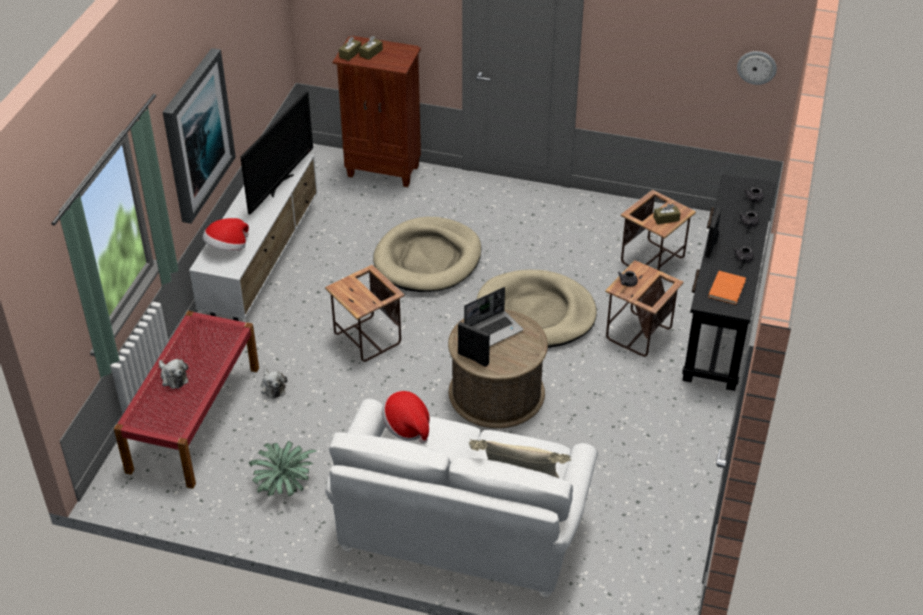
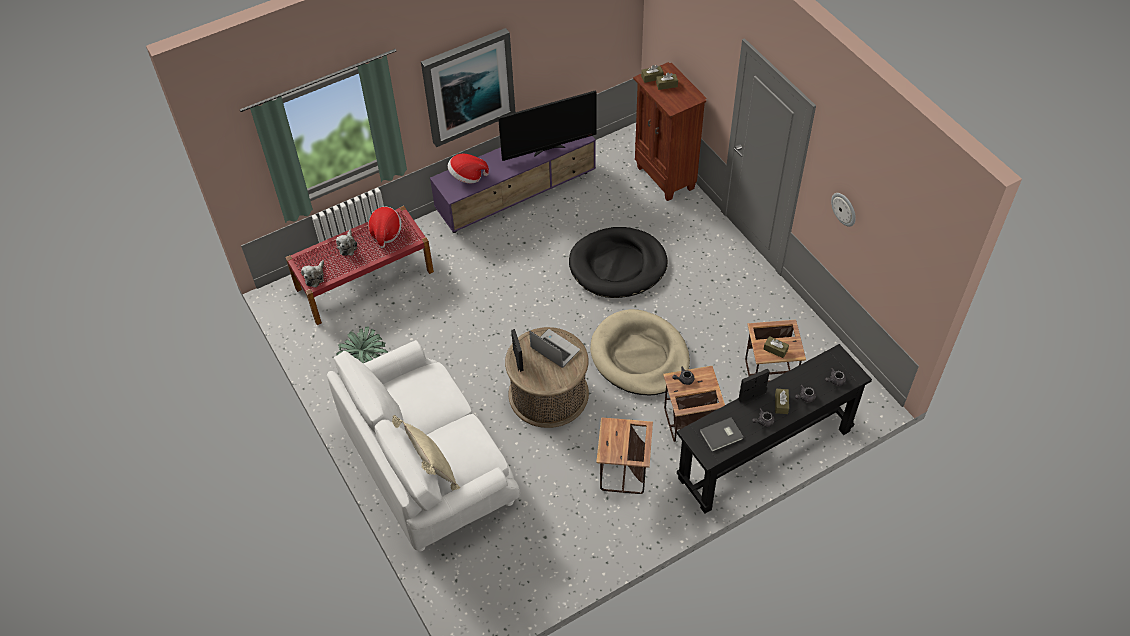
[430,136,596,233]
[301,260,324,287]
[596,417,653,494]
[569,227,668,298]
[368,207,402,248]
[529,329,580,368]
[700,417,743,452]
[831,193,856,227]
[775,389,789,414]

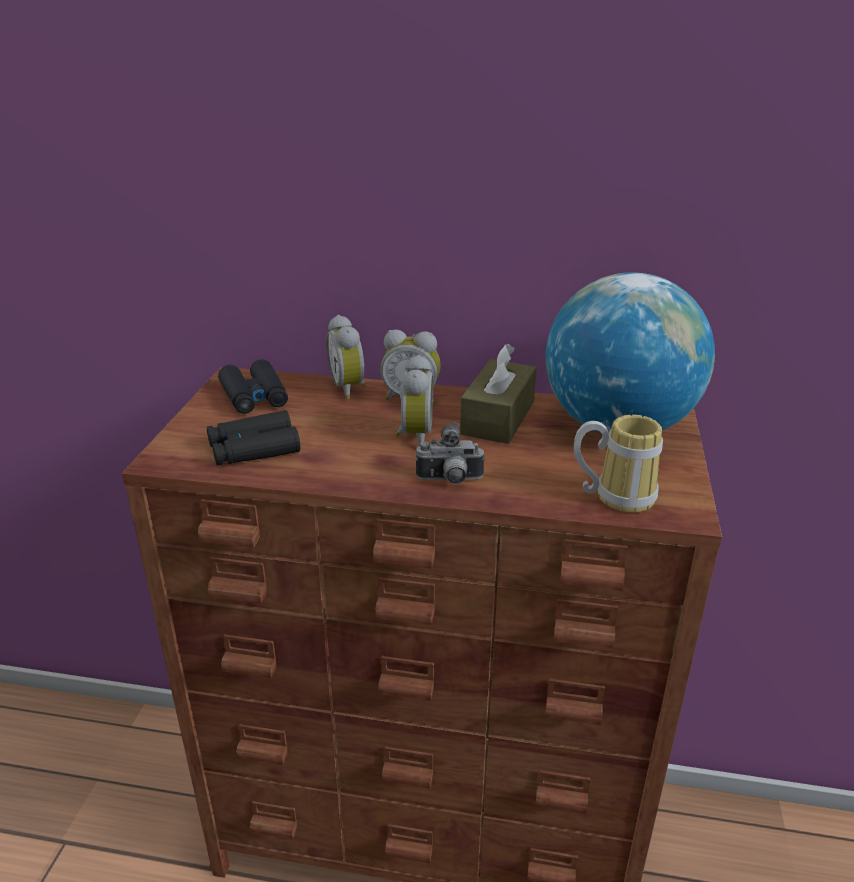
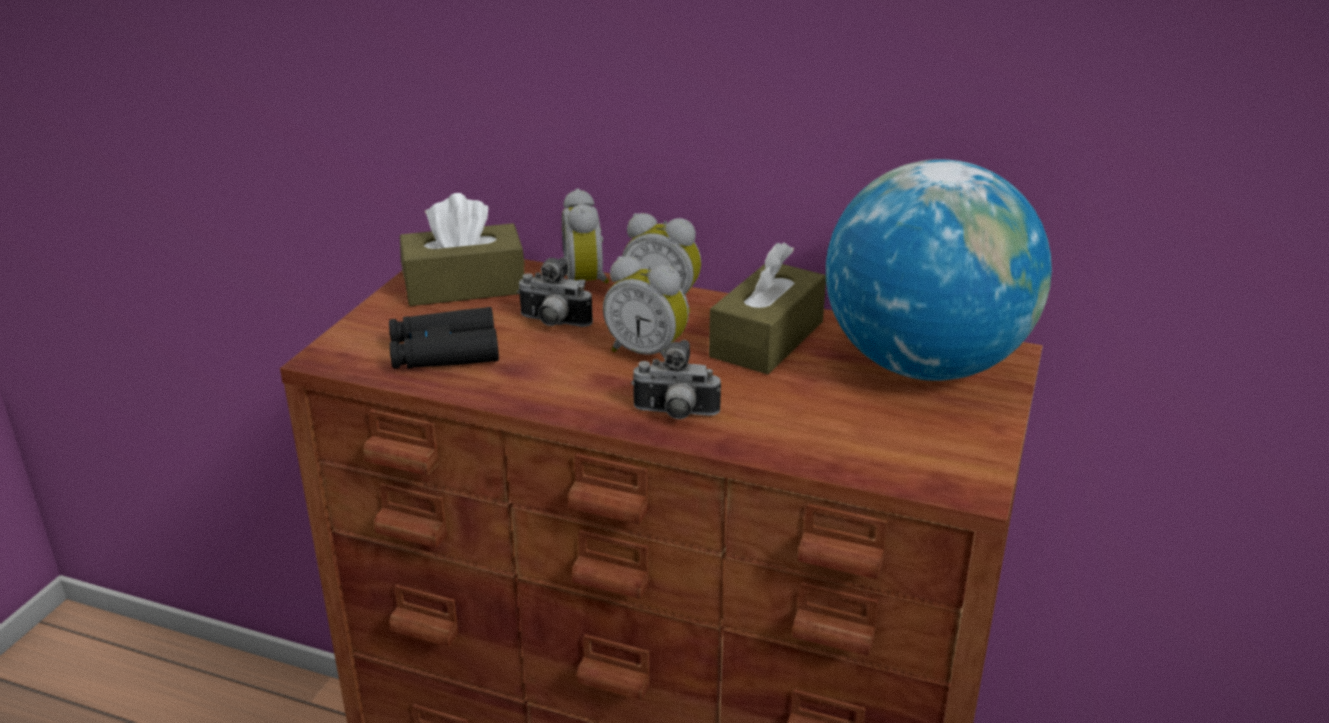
[400,193,525,306]
[603,256,689,358]
[574,415,663,512] (first image)
[517,257,593,327]

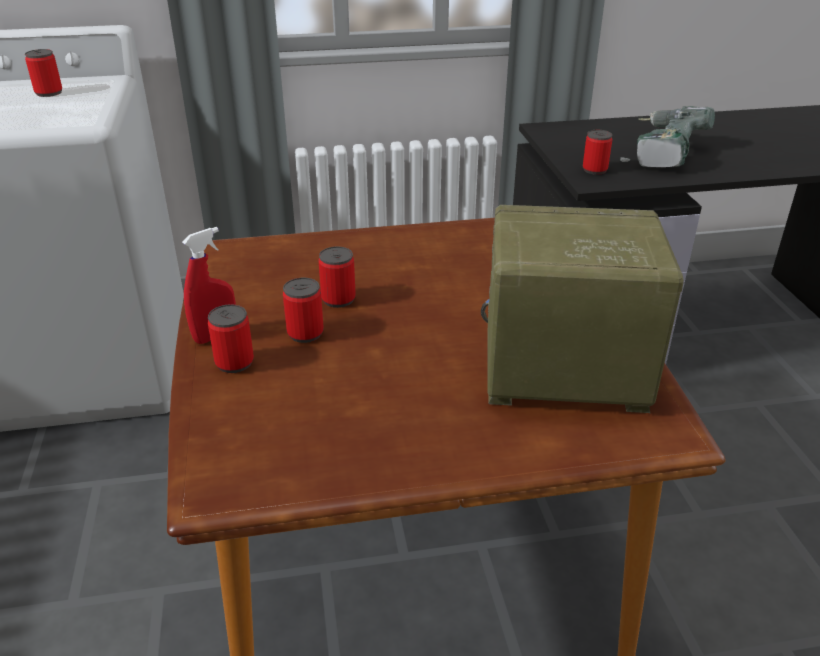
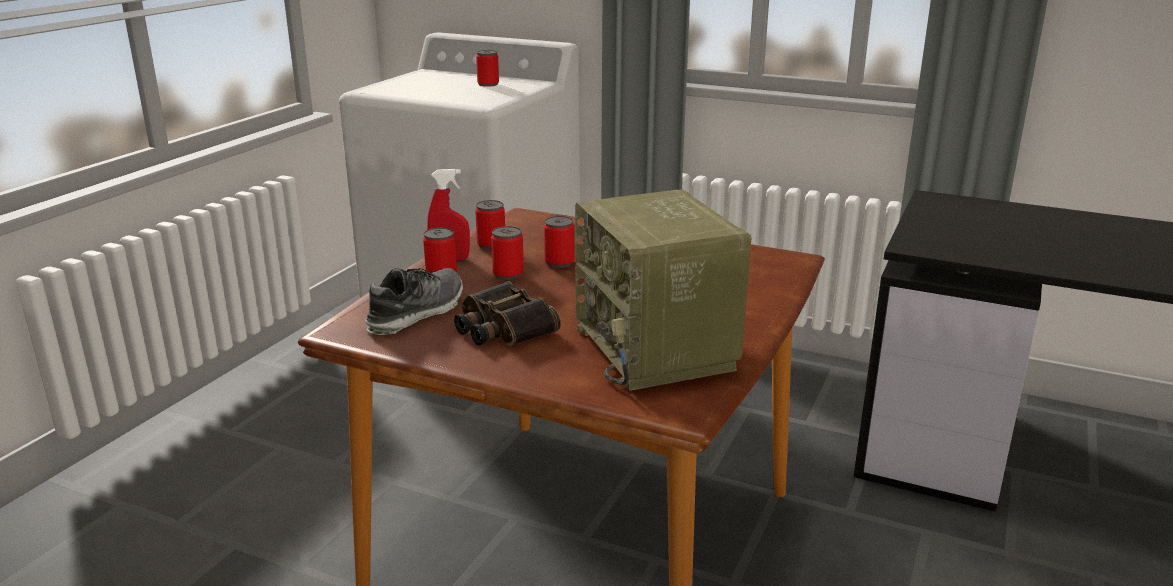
[575,190,751,391]
[475,200,505,250]
[620,106,715,167] (first image)
[365,268,463,335]
[454,281,561,346]

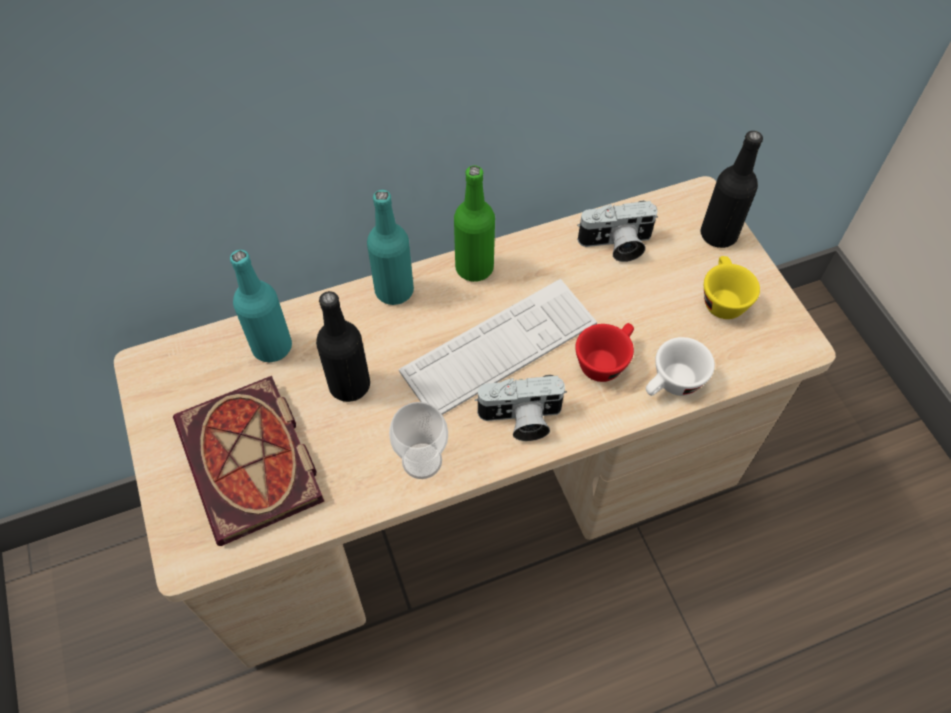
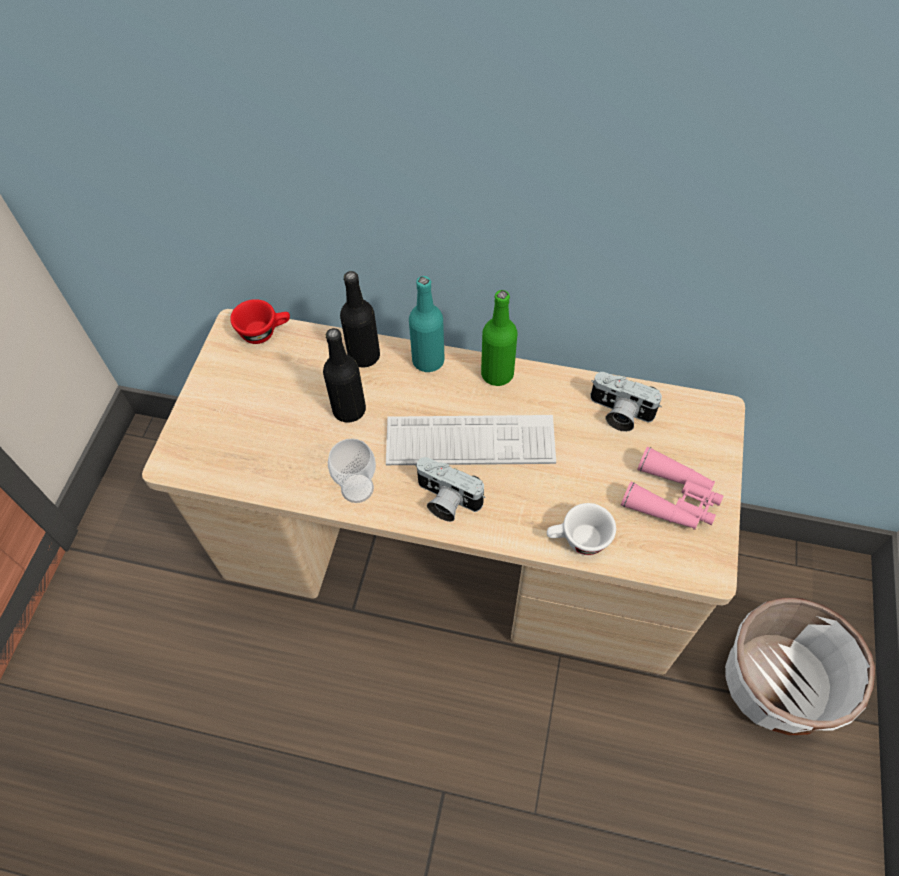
[173,376,324,546] (first image)
[230,250,292,362] (first image)
[230,299,290,344]
[340,271,380,368]
[621,446,724,530]
[725,598,875,735]

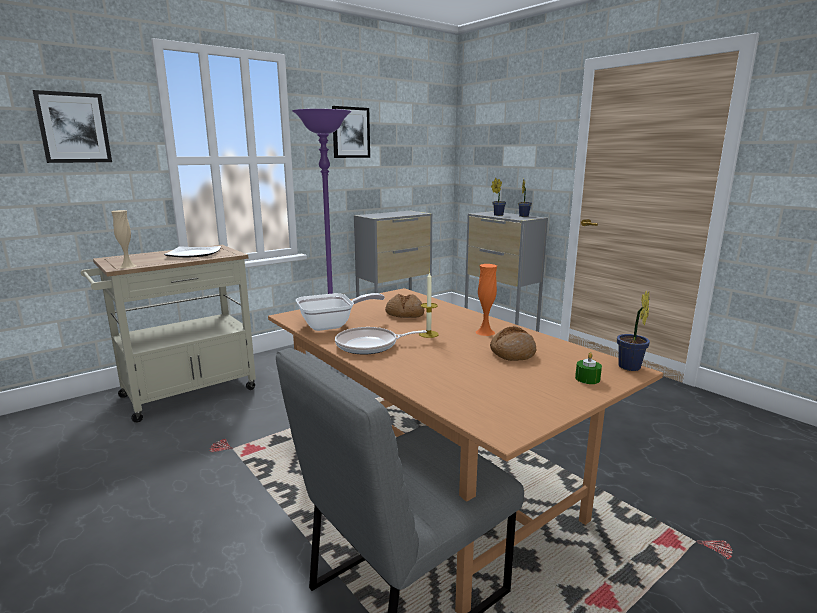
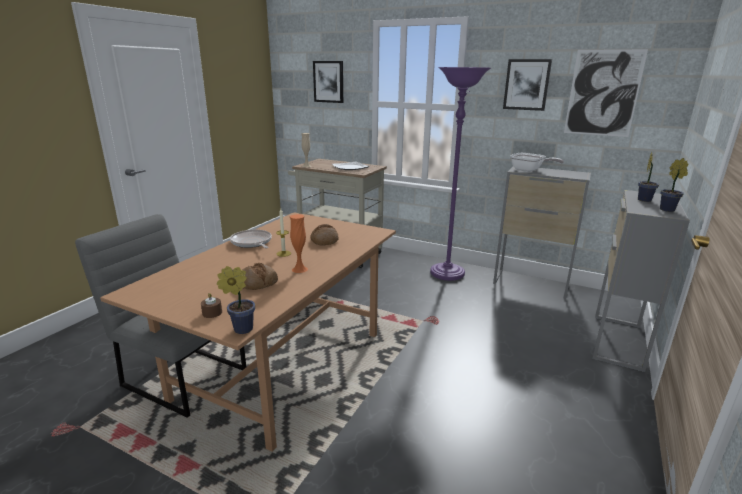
[510,153,564,172]
[201,293,222,318]
[564,49,648,137]

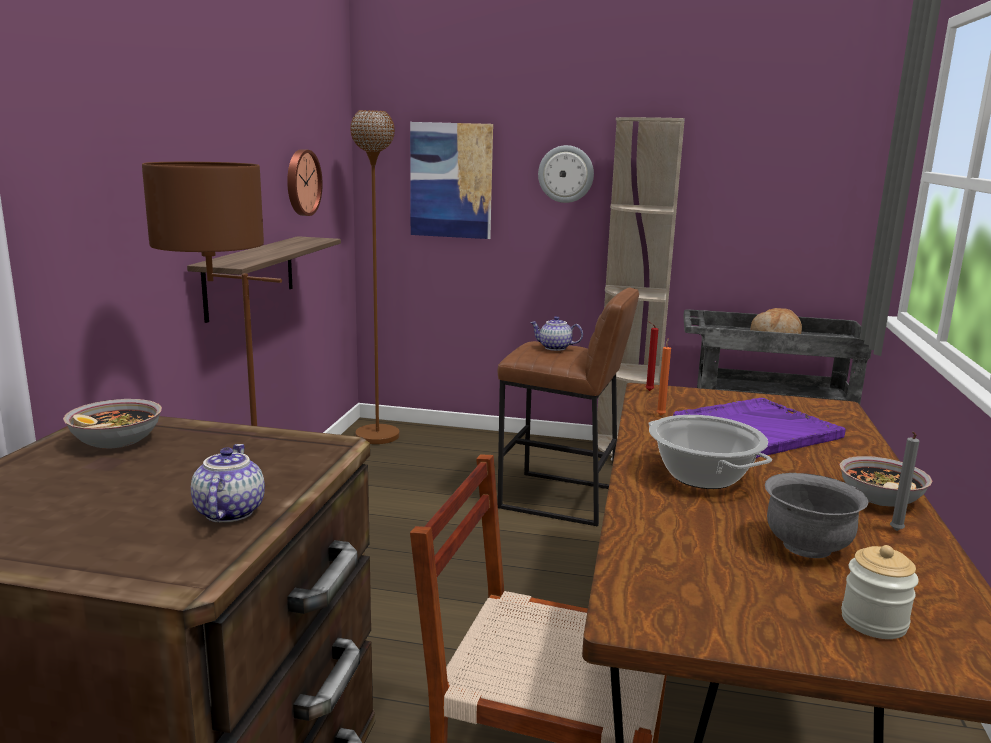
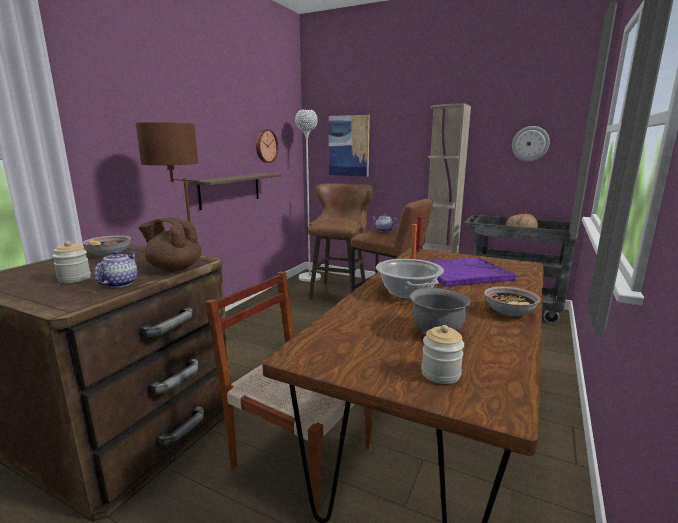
[295,109,321,282]
[512,126,550,162]
[890,432,920,531] (first image)
[52,241,91,283]
[138,217,202,272]
[308,183,373,299]

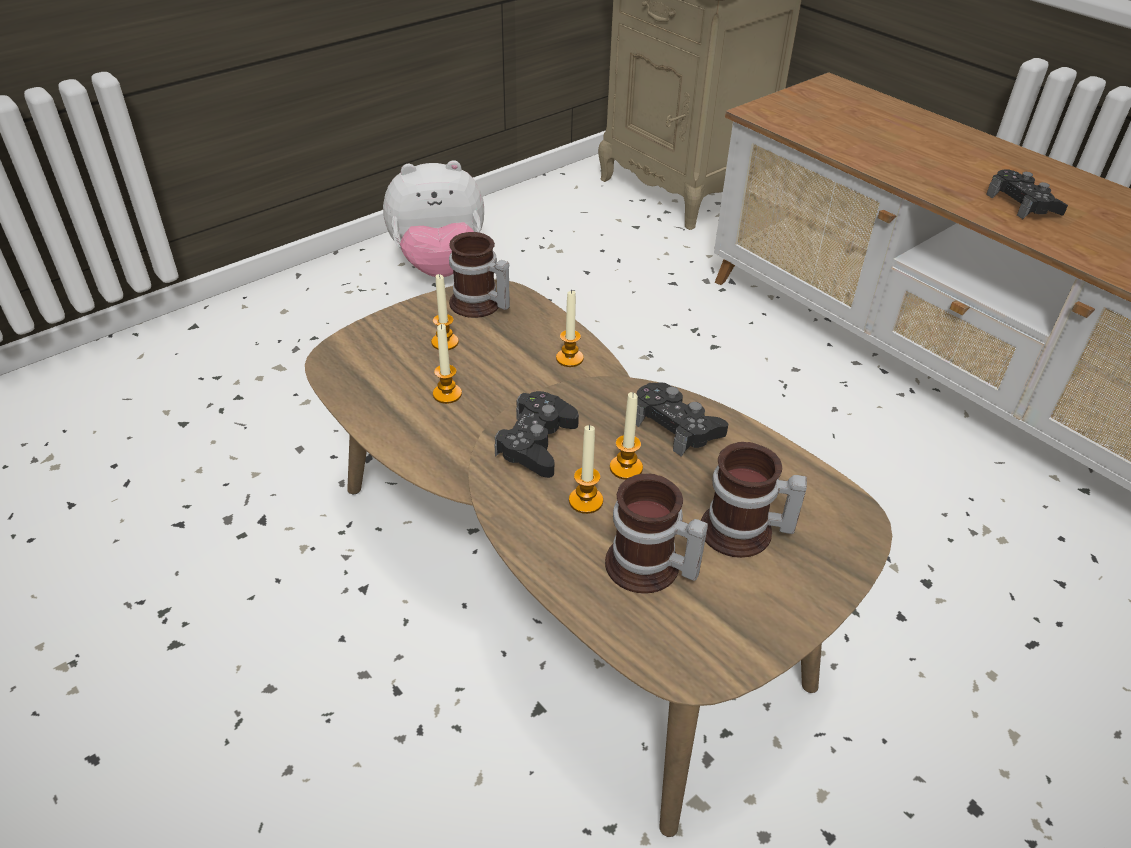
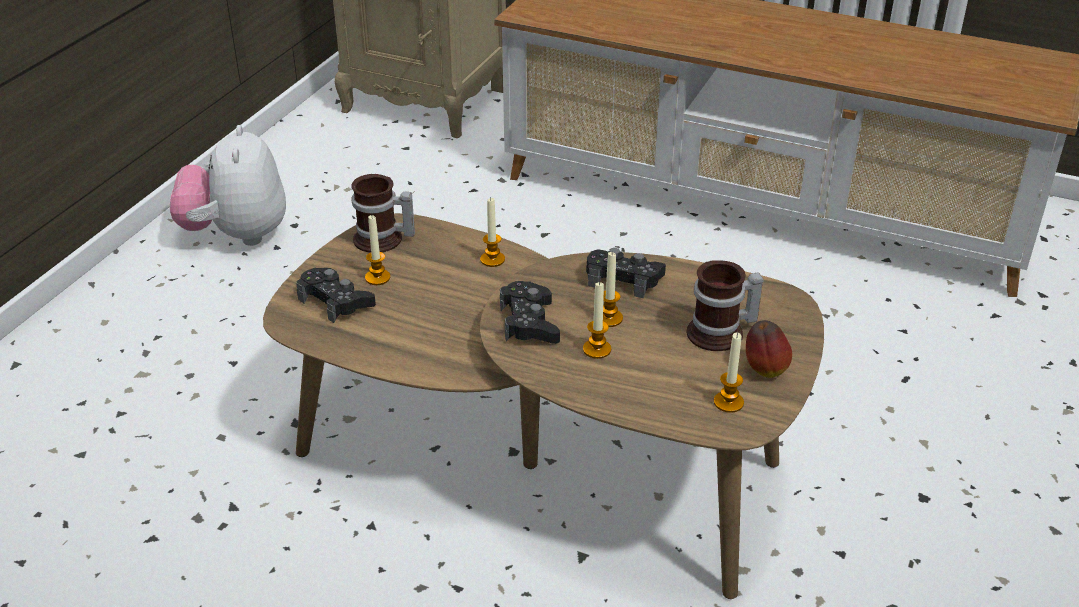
[170,125,286,246]
[714,332,744,413]
[605,473,708,594] (first image)
[296,268,376,323]
[746,320,792,378]

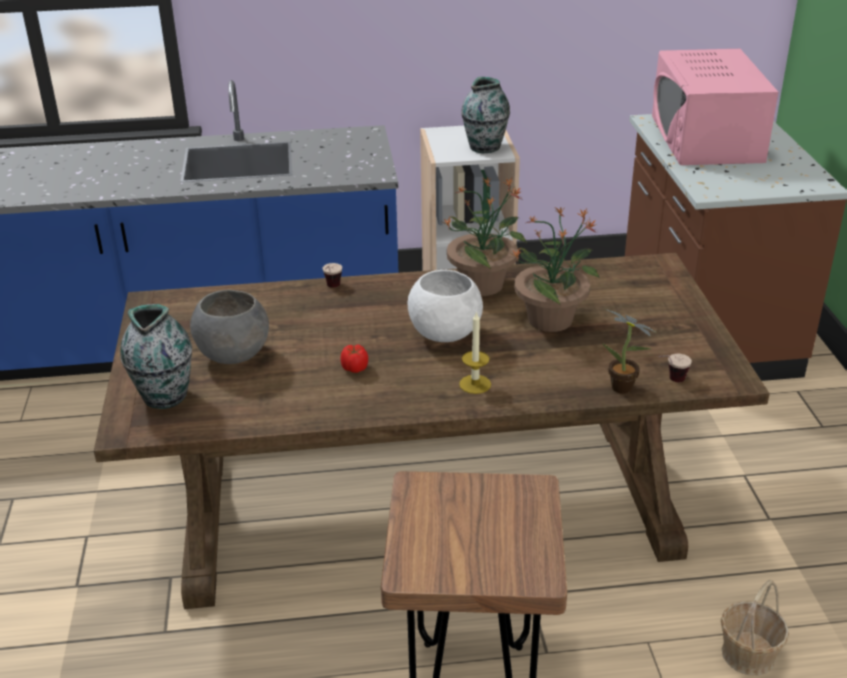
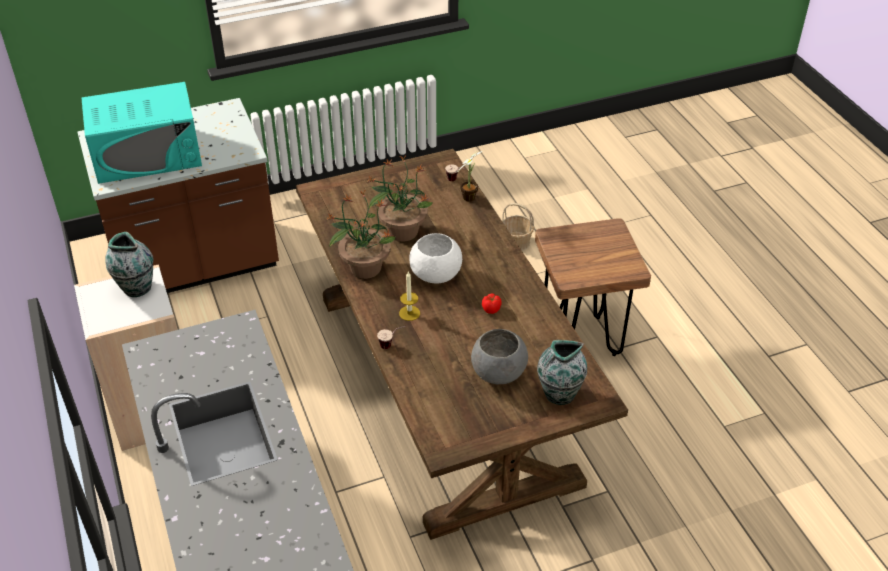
[399,271,420,321]
[82,82,202,184]

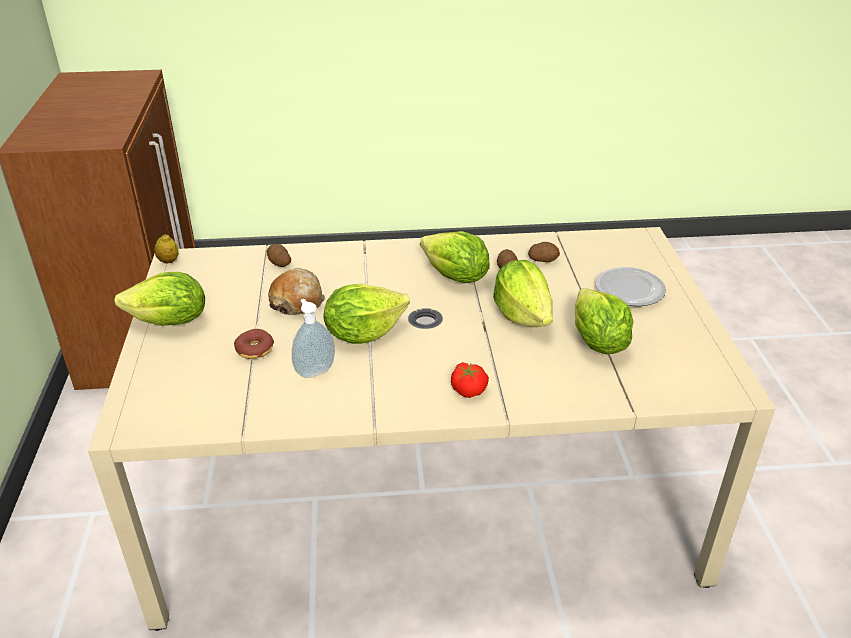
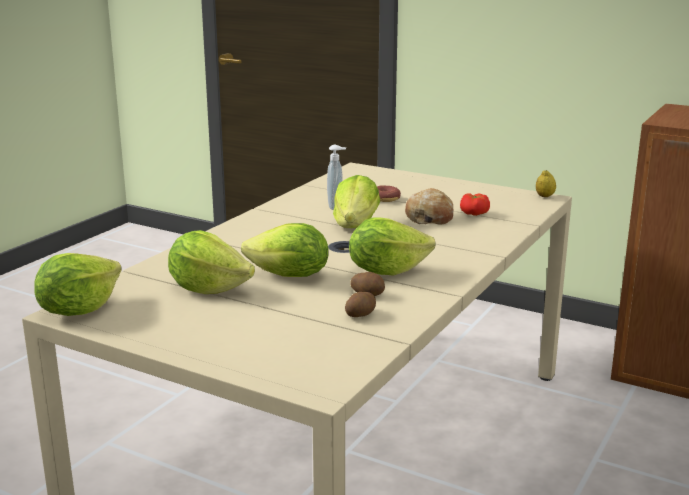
[34,253,122,316]
[267,244,291,267] (first image)
[460,193,490,216]
[595,267,666,306] (first image)

